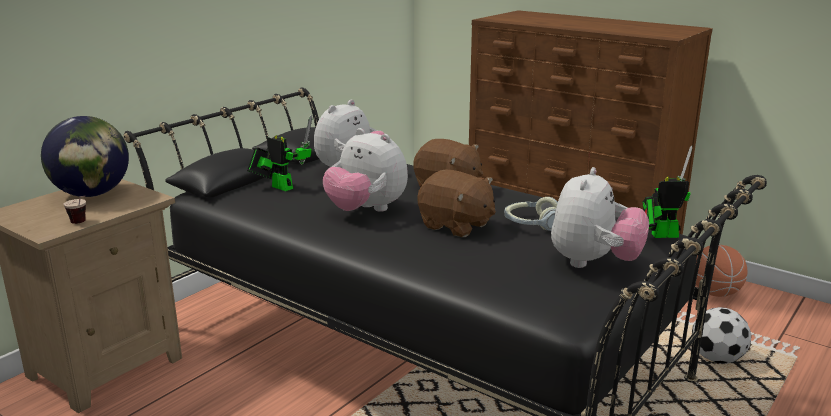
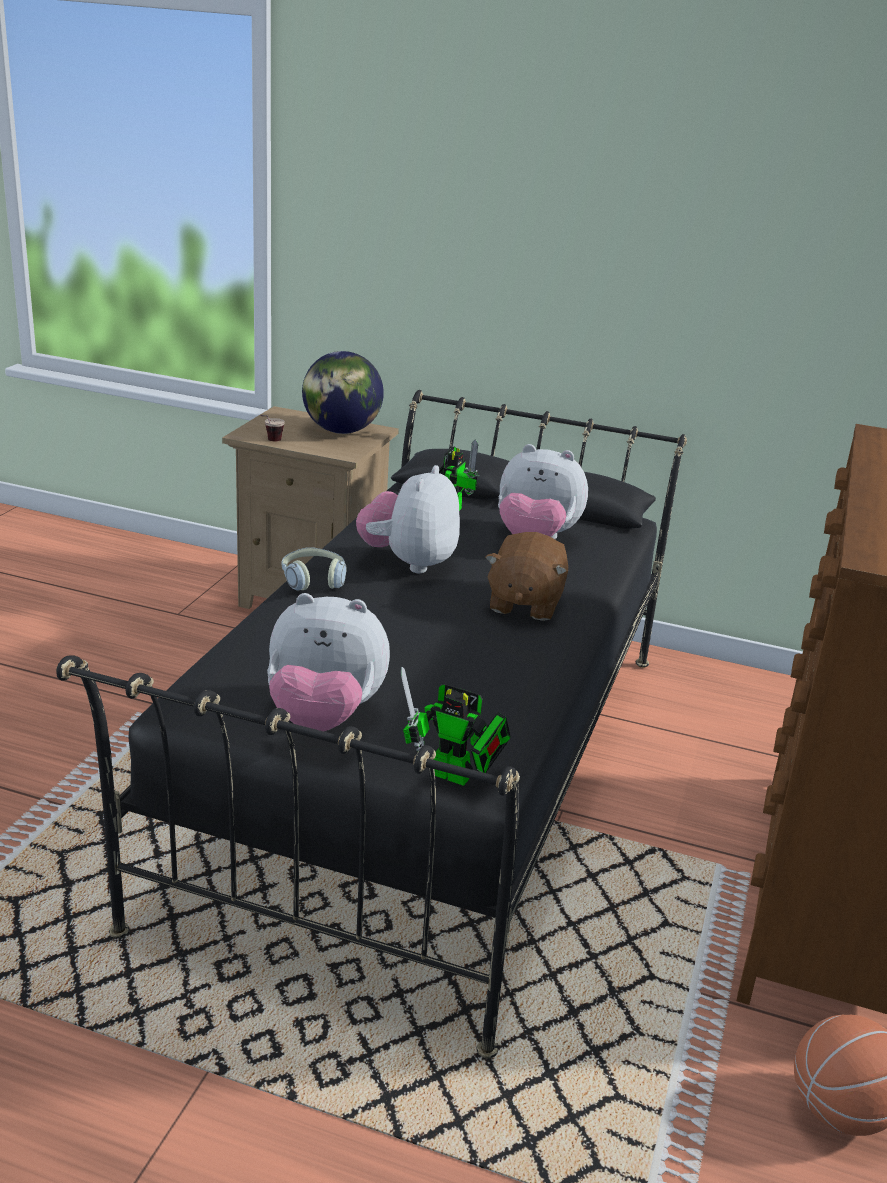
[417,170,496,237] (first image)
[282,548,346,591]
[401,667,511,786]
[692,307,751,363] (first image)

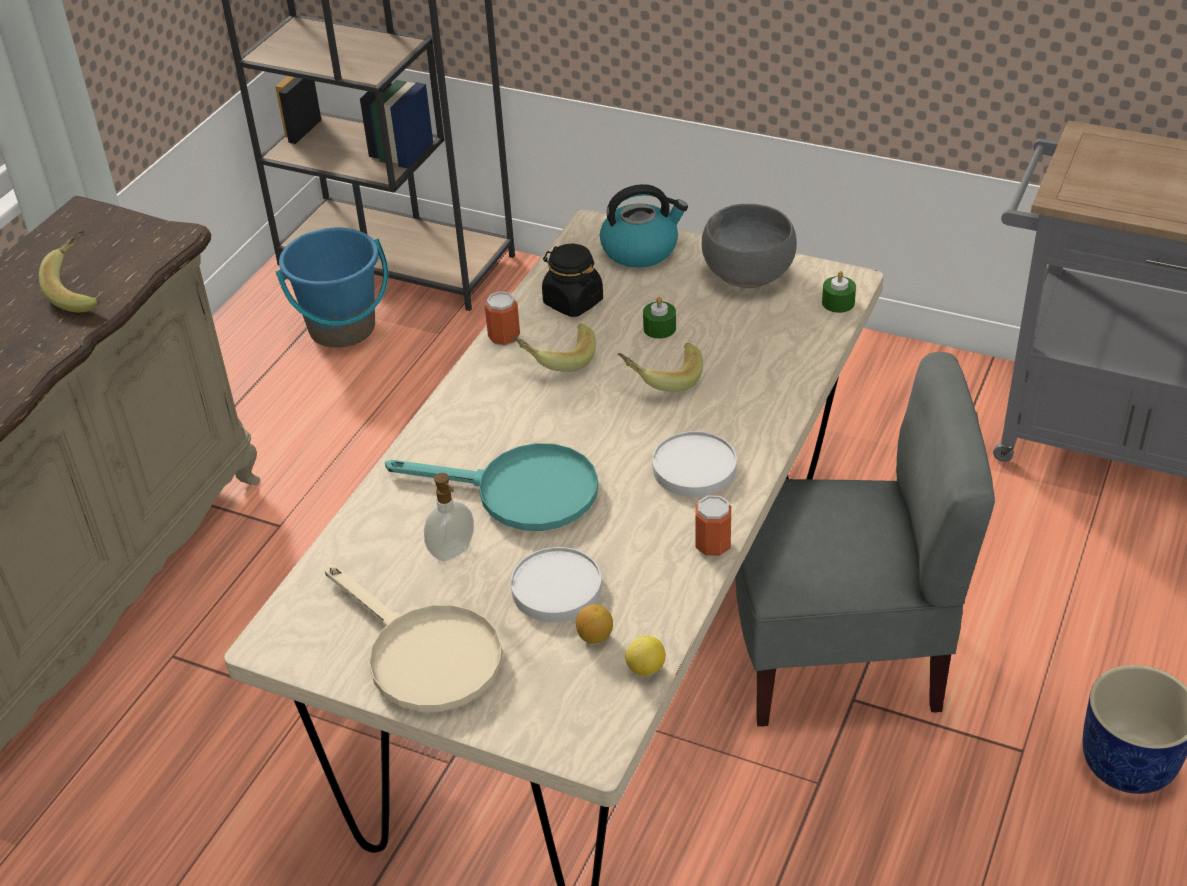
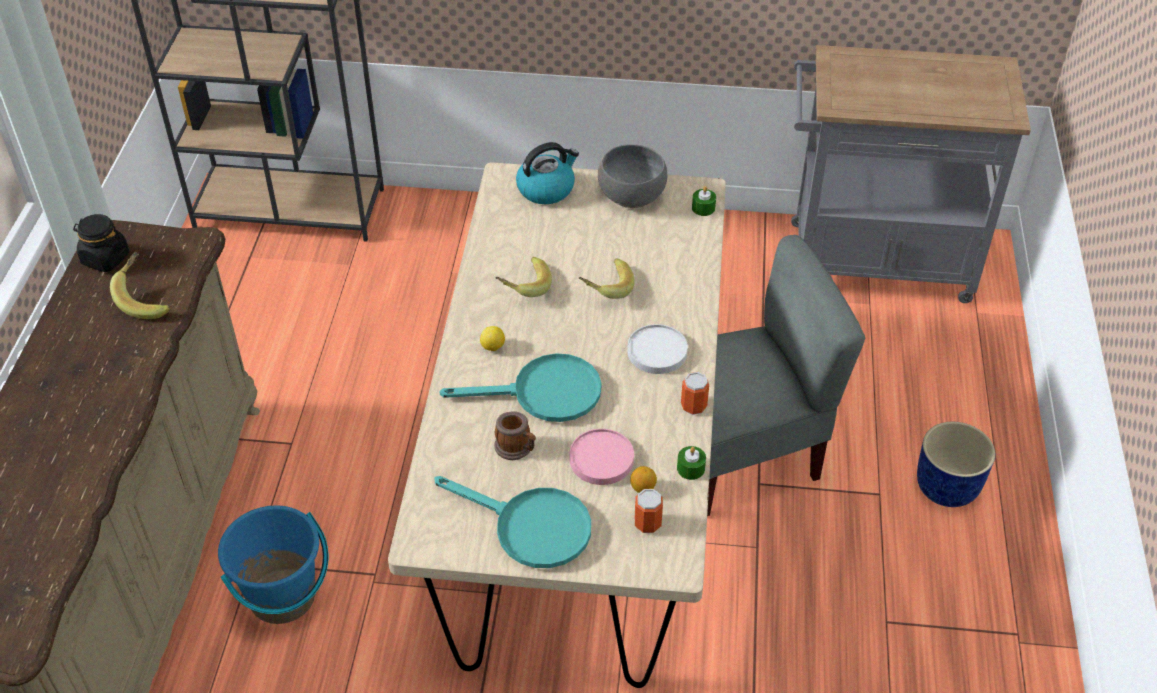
[218,505,328,624]
[434,476,591,568]
[494,411,536,460]
[635,489,663,533]
[570,429,634,485]
[73,214,129,272]
[480,326,505,351]
[677,446,706,480]

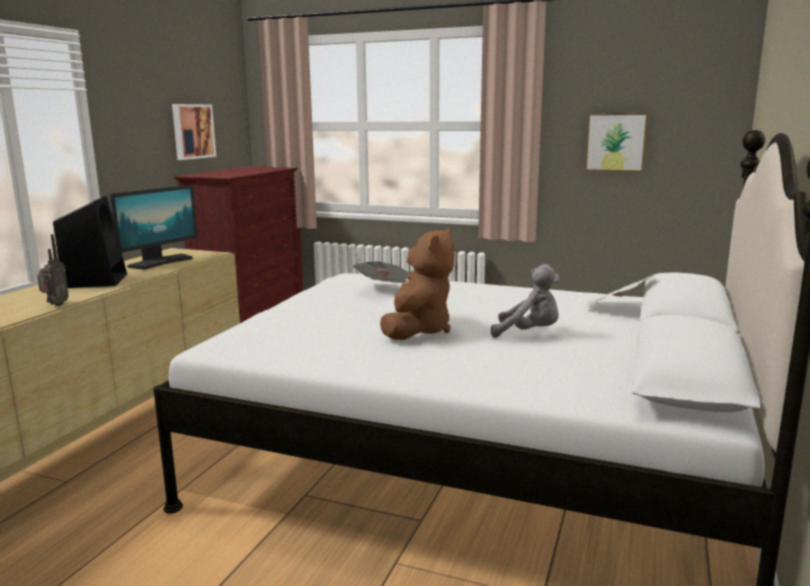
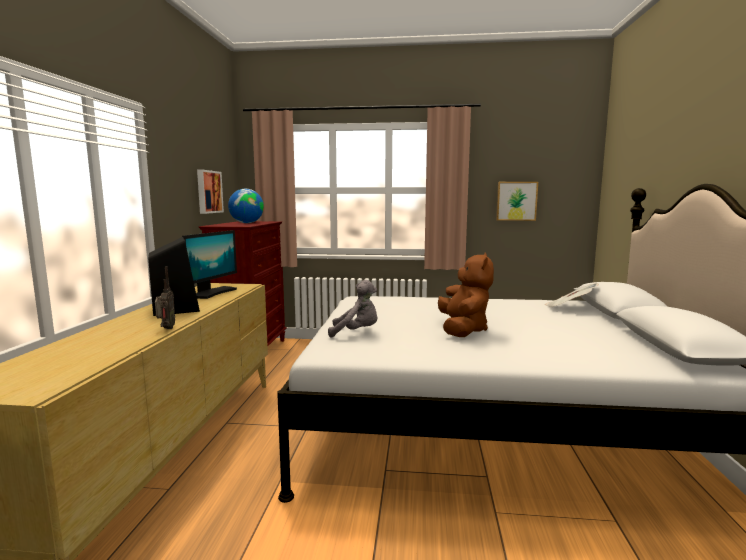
[352,261,409,283] (first image)
[328,280,378,338]
[228,189,264,223]

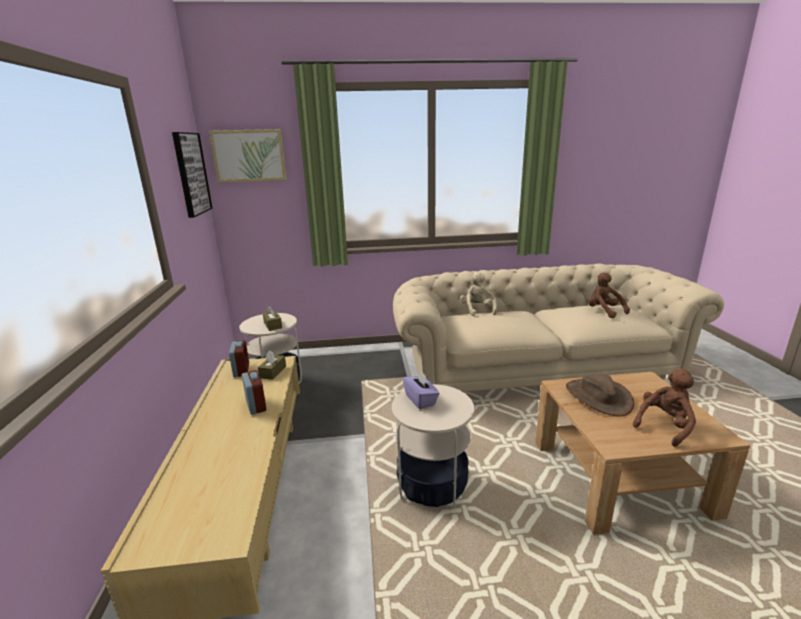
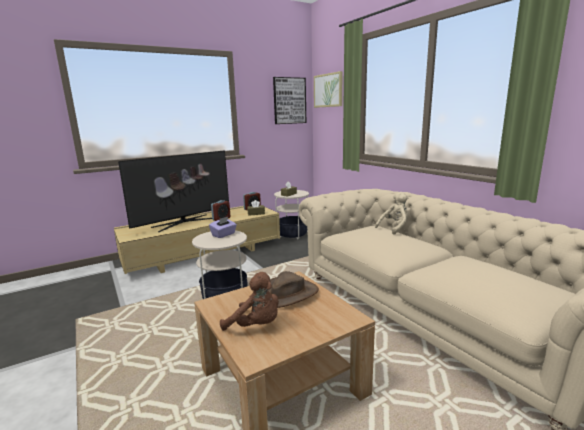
[588,272,630,318] (first image)
[118,150,229,232]

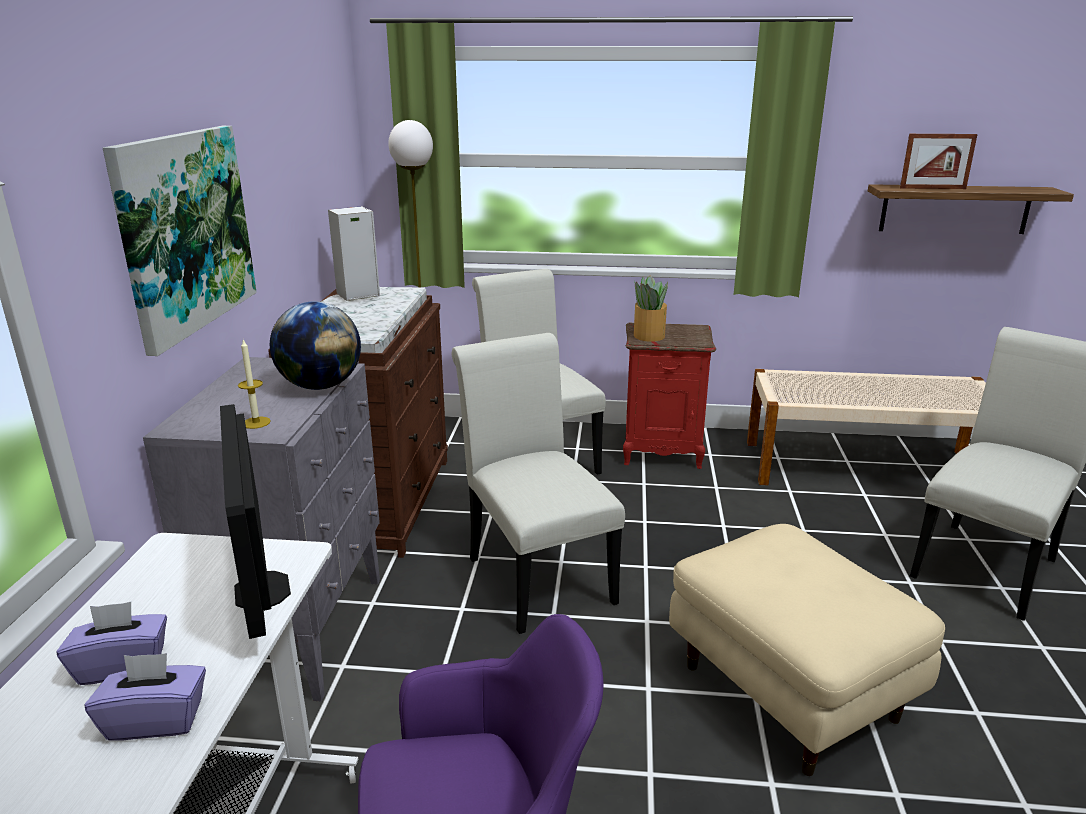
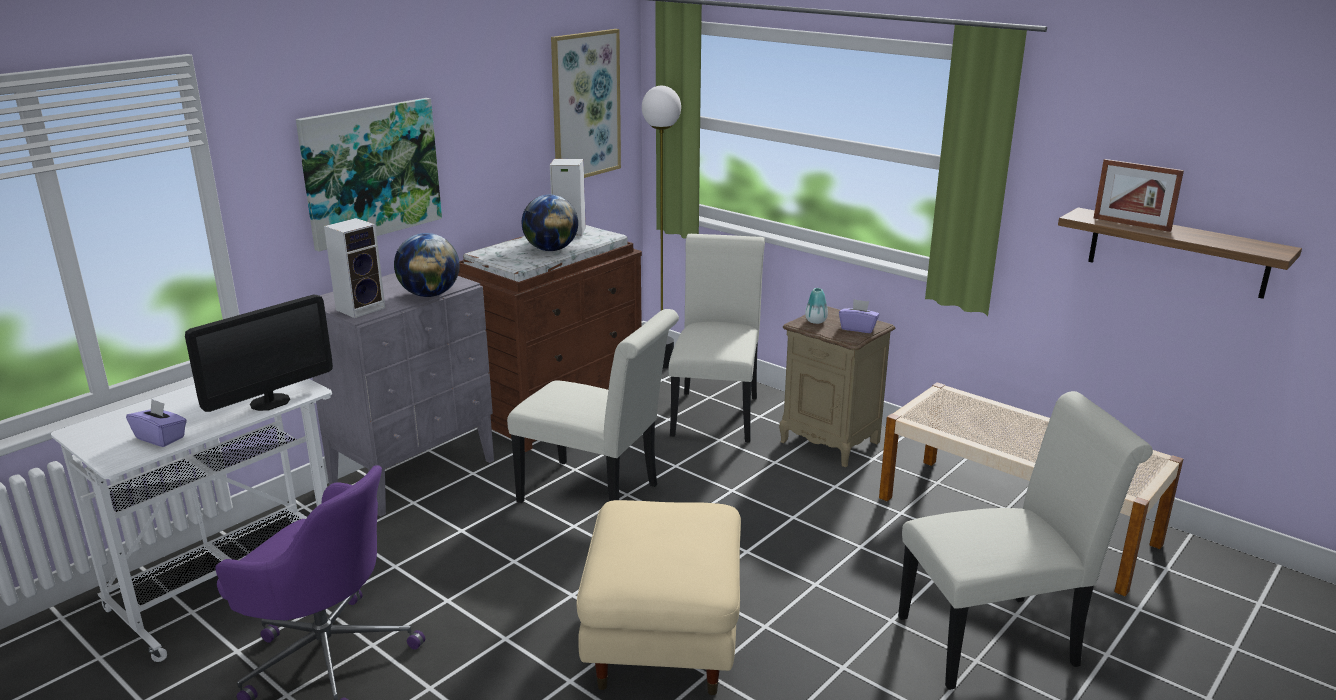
[839,299,880,333]
[185,295,333,412]
[324,218,385,318]
[507,309,679,503]
[779,306,895,467]
[805,288,828,324]
[522,194,578,251]
[551,29,621,178]

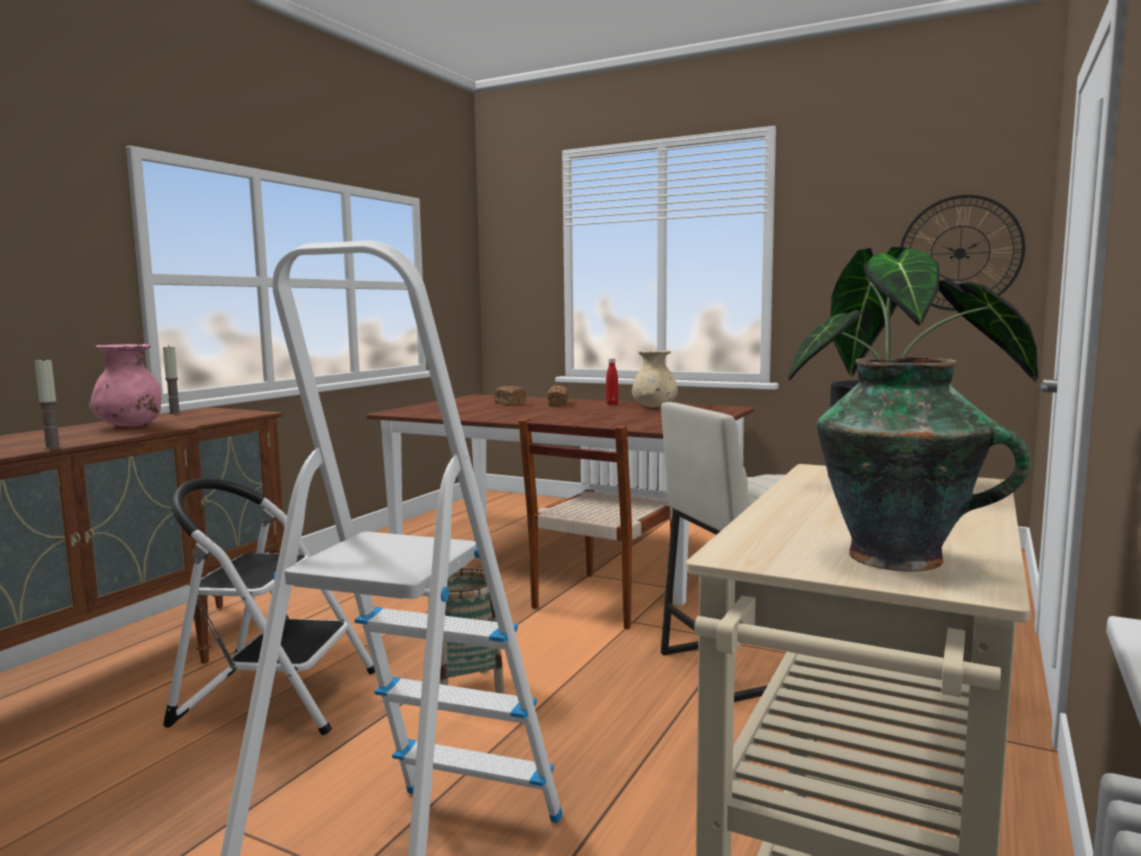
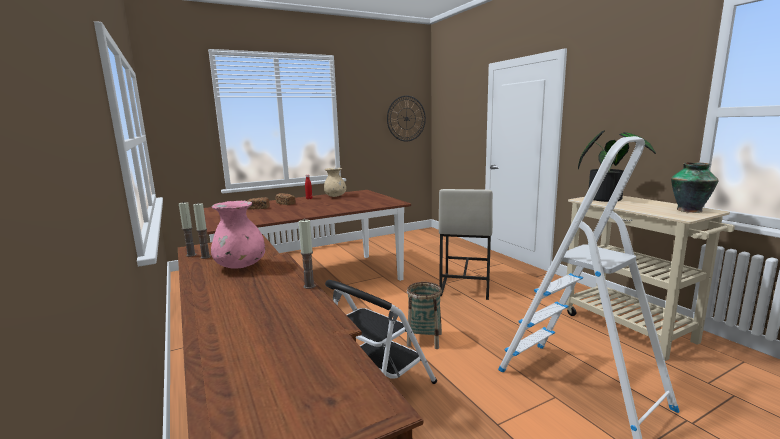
[519,418,671,629] (first image)
[193,203,211,259]

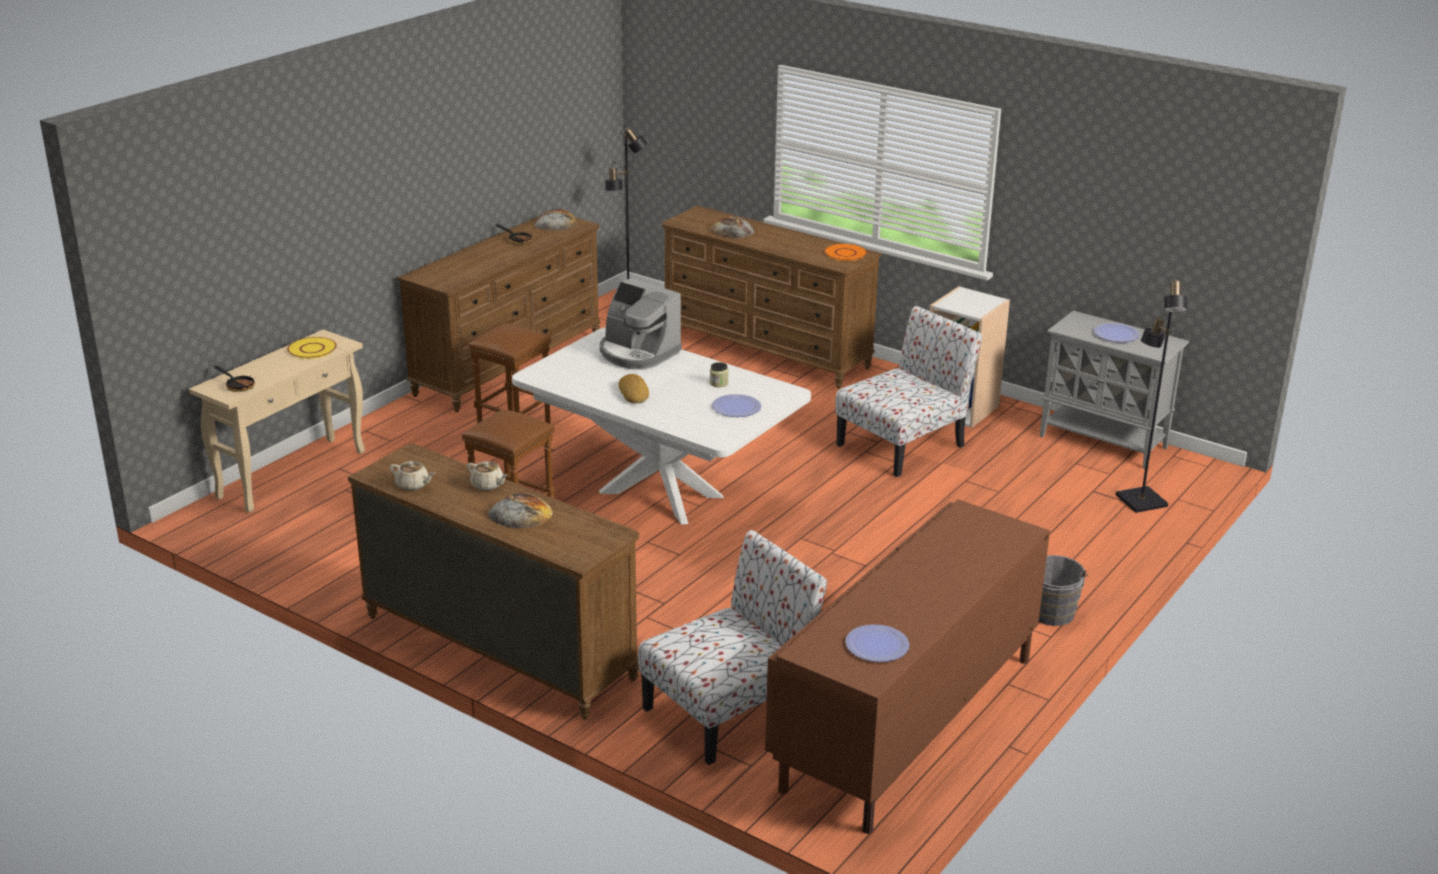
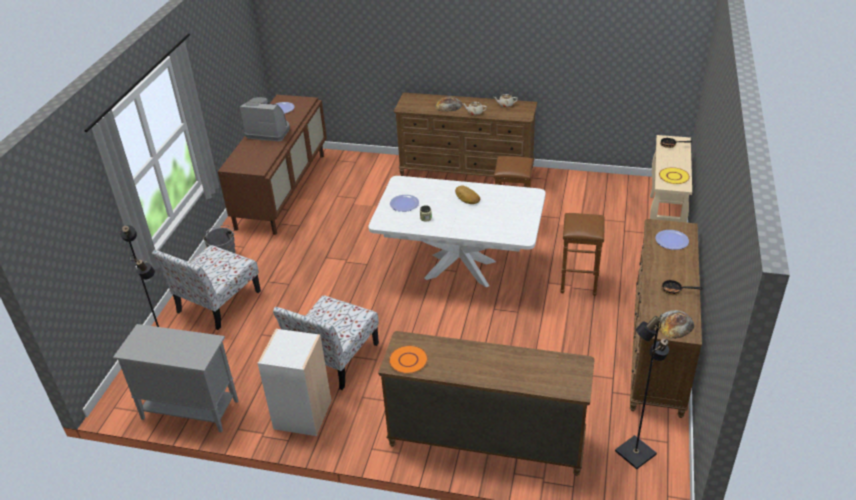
[240,97,290,142]
[152,245,261,330]
[710,216,755,238] (first image)
[655,230,689,250]

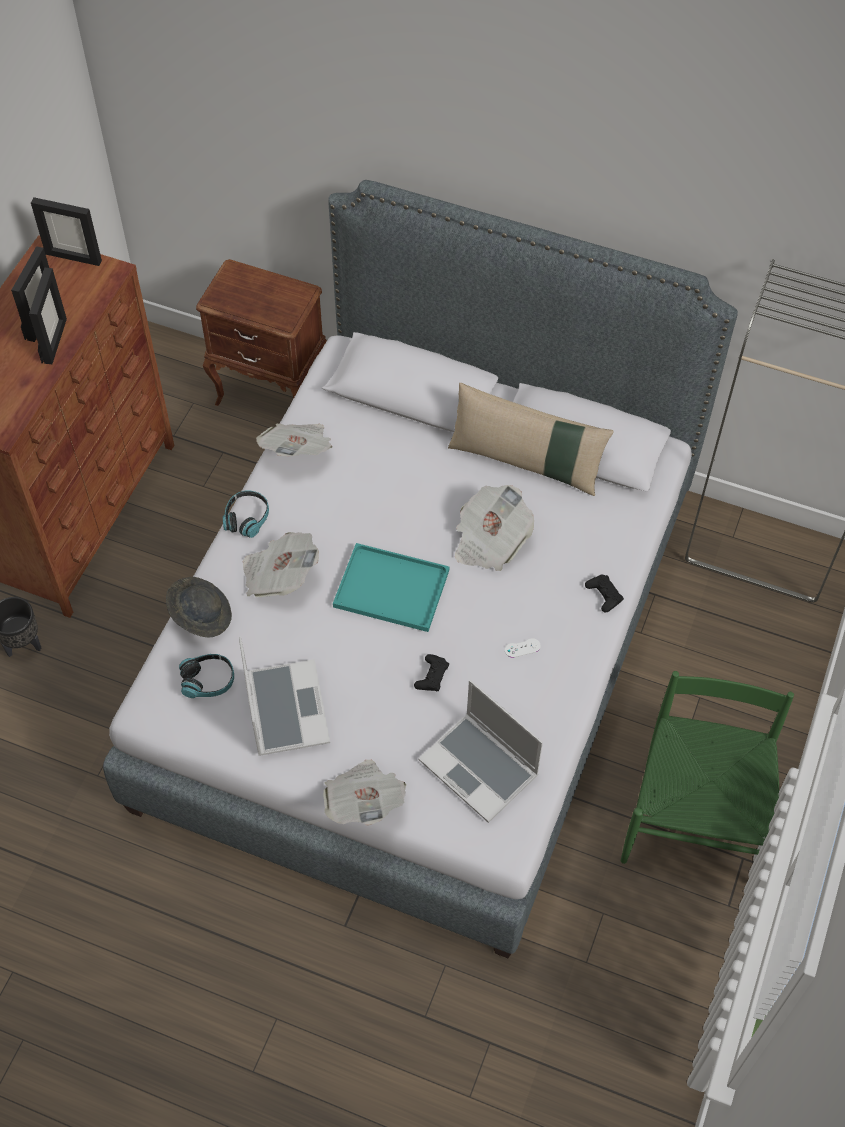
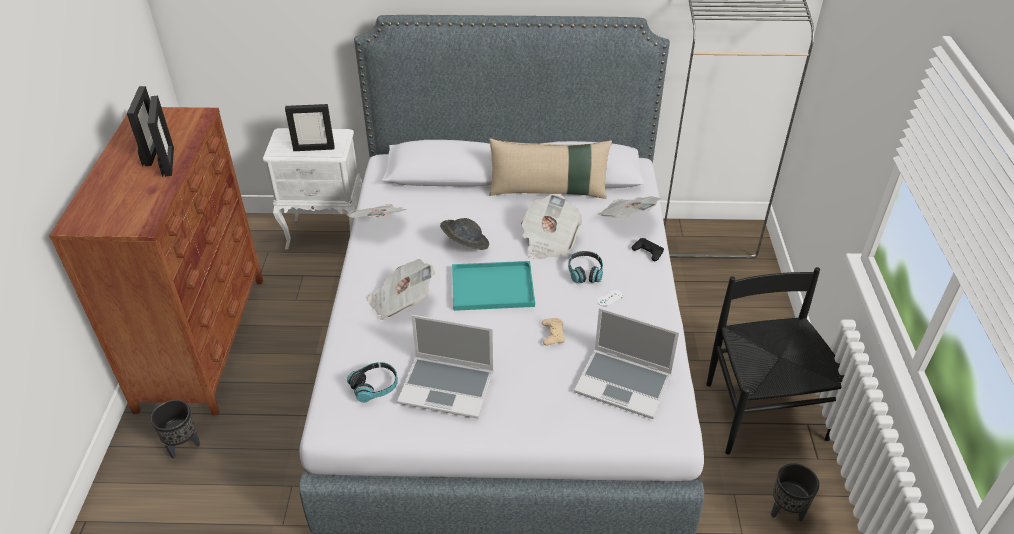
[285,104,335,151]
[440,218,489,250]
[263,128,362,249]
[568,251,603,283]
[397,315,494,419]
[598,196,661,218]
[542,318,565,345]
[707,267,844,455]
[771,463,819,522]

